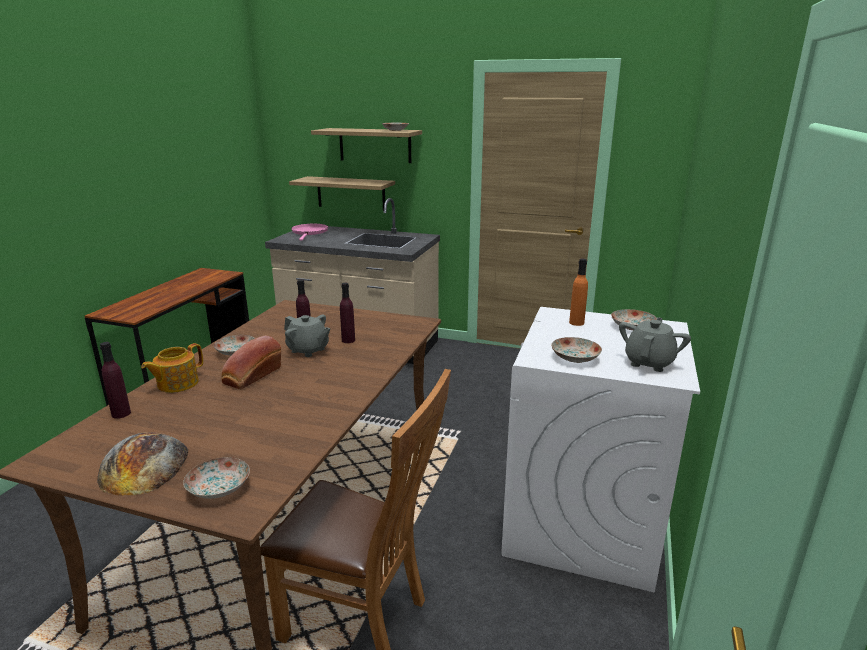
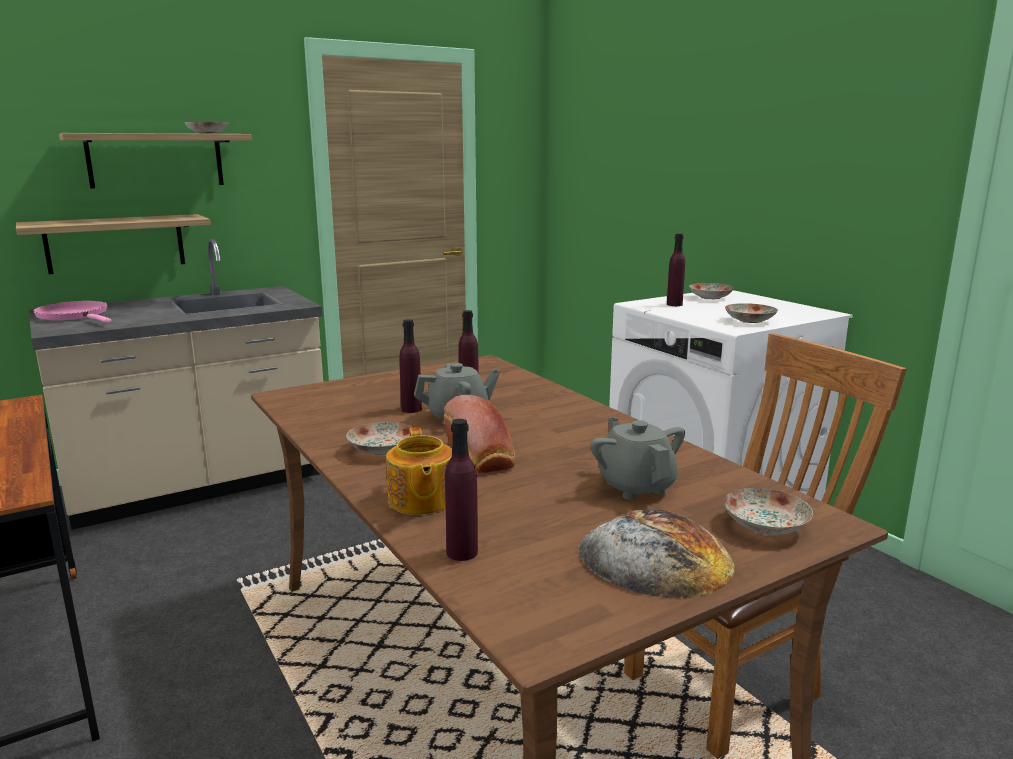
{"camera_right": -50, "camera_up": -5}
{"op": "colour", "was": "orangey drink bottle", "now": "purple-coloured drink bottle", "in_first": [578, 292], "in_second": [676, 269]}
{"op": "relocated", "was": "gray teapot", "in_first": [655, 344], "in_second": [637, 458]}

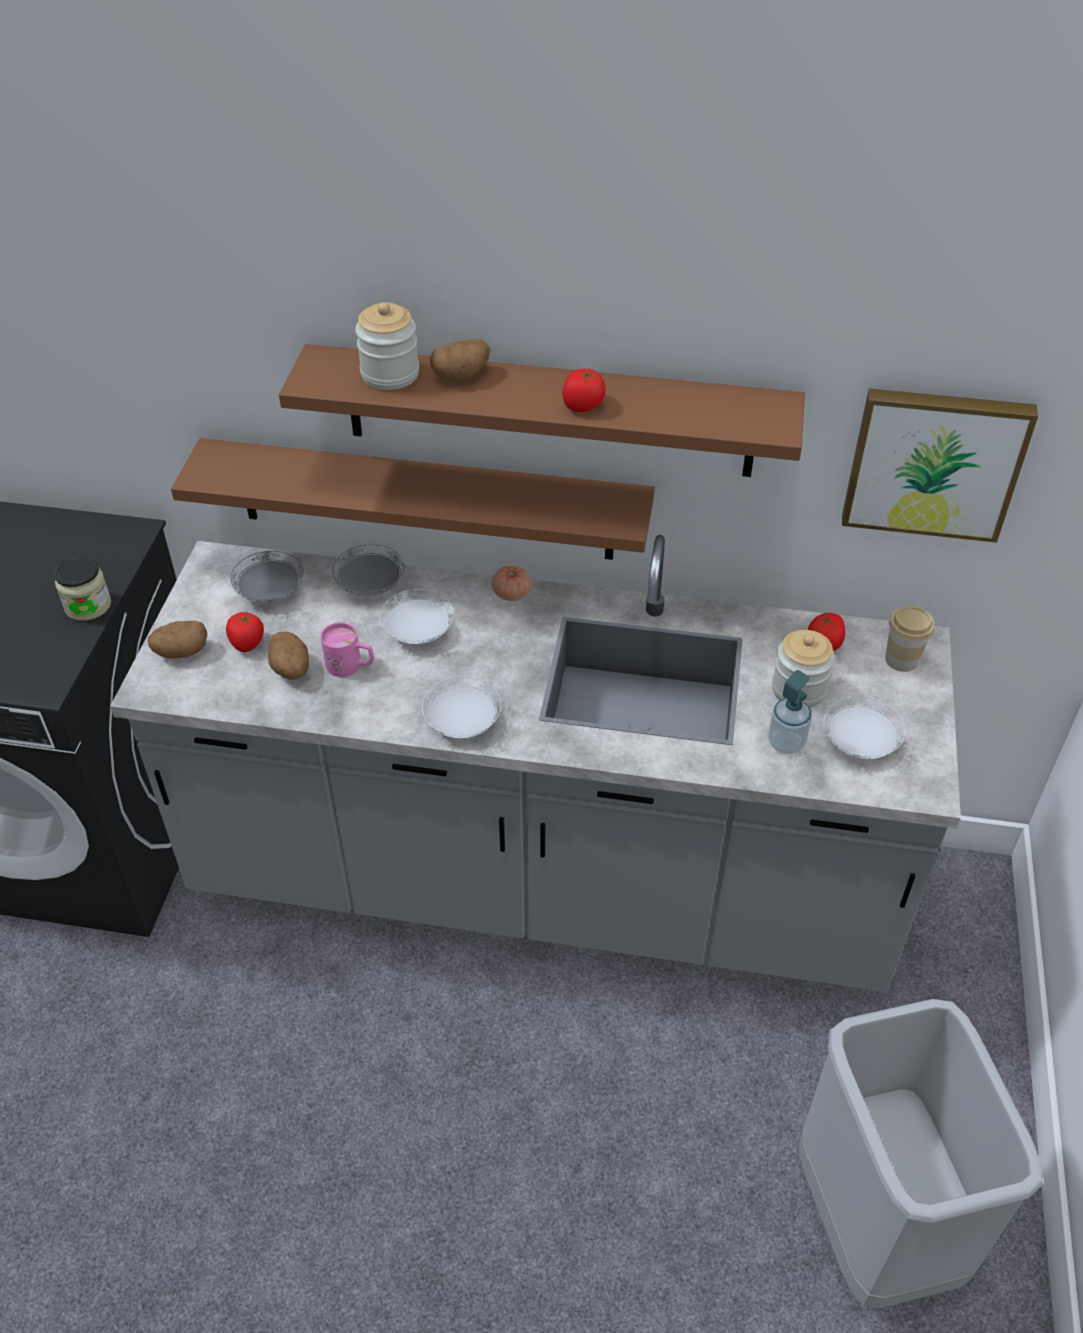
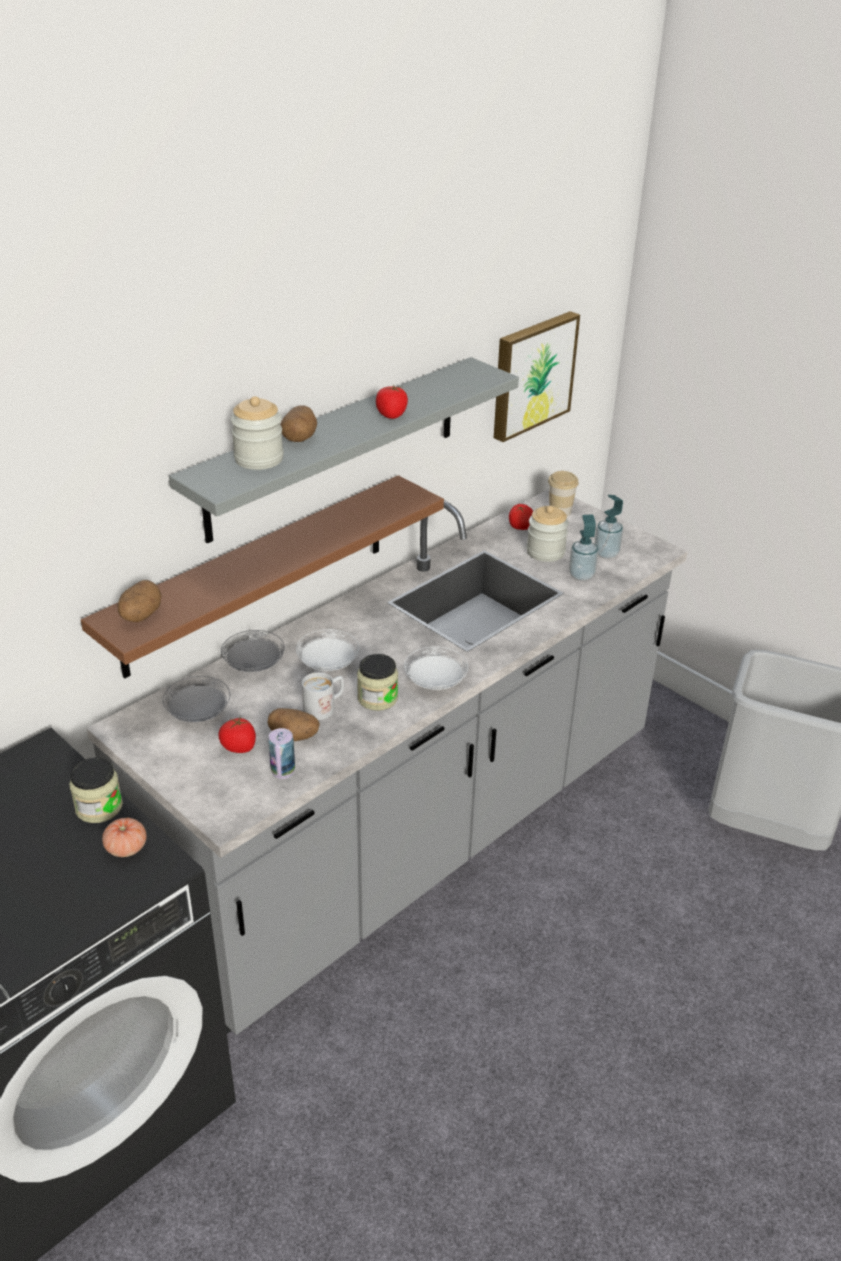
{"camera_right": -55, "camera_up": -10}
{"op": "colour", "was": "brown wall shelf", "now": "gray wall shelf", "in_first": [542, 410], "in_second": [344, 450]}
{"op": "relocated", "was": "tomato", "in_first": [511, 583], "in_second": [124, 837]}
{"op": "relocated", "was": "spud", "in_first": [177, 640], "in_second": [140, 601]}
{"op": "colour", "was": "pinkish coffee mug", "now": "white coffee mug", "in_first": [347, 649], "in_second": [323, 696]}
{"op": "exchanged", "was": "white plate", "now": "soap dispenser", "in_first": [864, 727], "in_second": [608, 527]}
{"op": "appeared", "now": "preserve jar", "in_second": [377, 682]}
{"op": "appeared", "now": "sealed can", "in_second": [281, 753]}

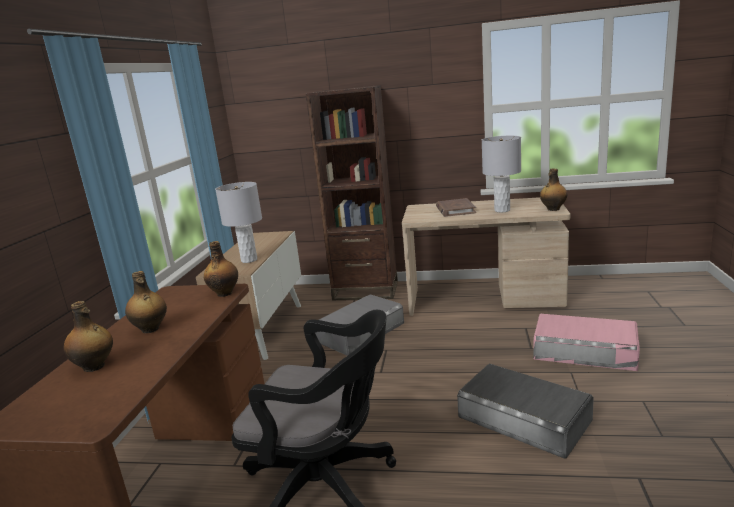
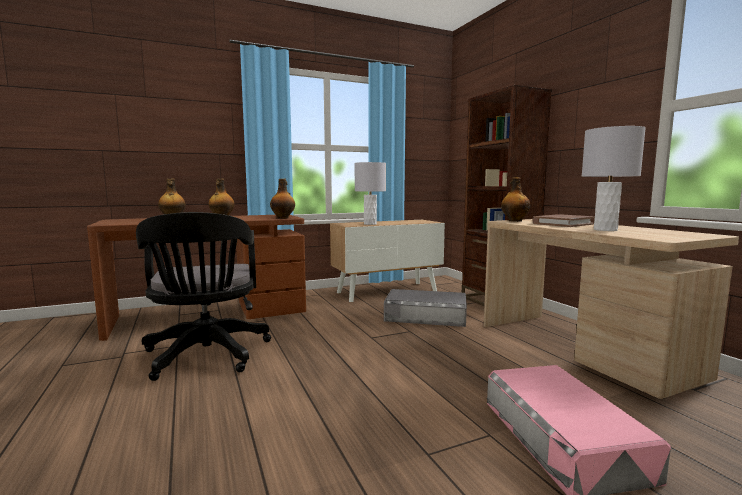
{"camera_right": 55, "camera_up": -10}
{"op": "relocated", "was": "drink bottle", "in_first": [553, 189], "in_second": [515, 199]}
{"op": "missing", "was": "gray storage box", "in_first": [525, 411]}

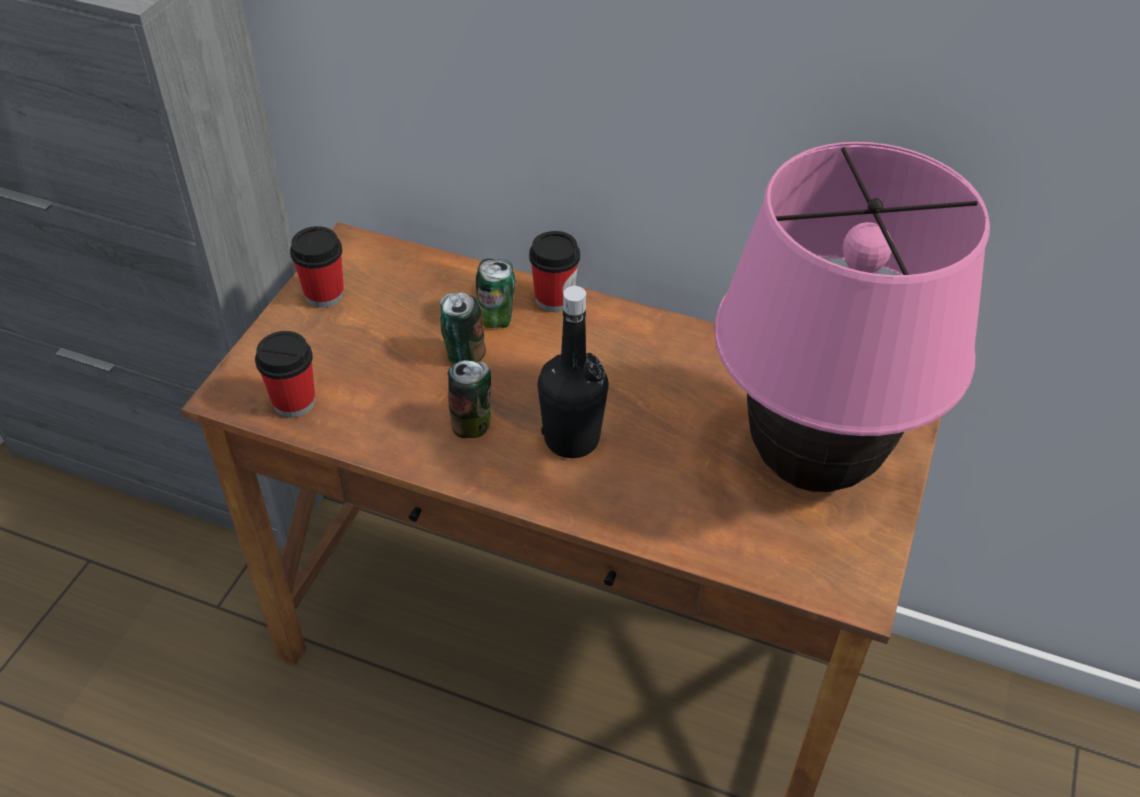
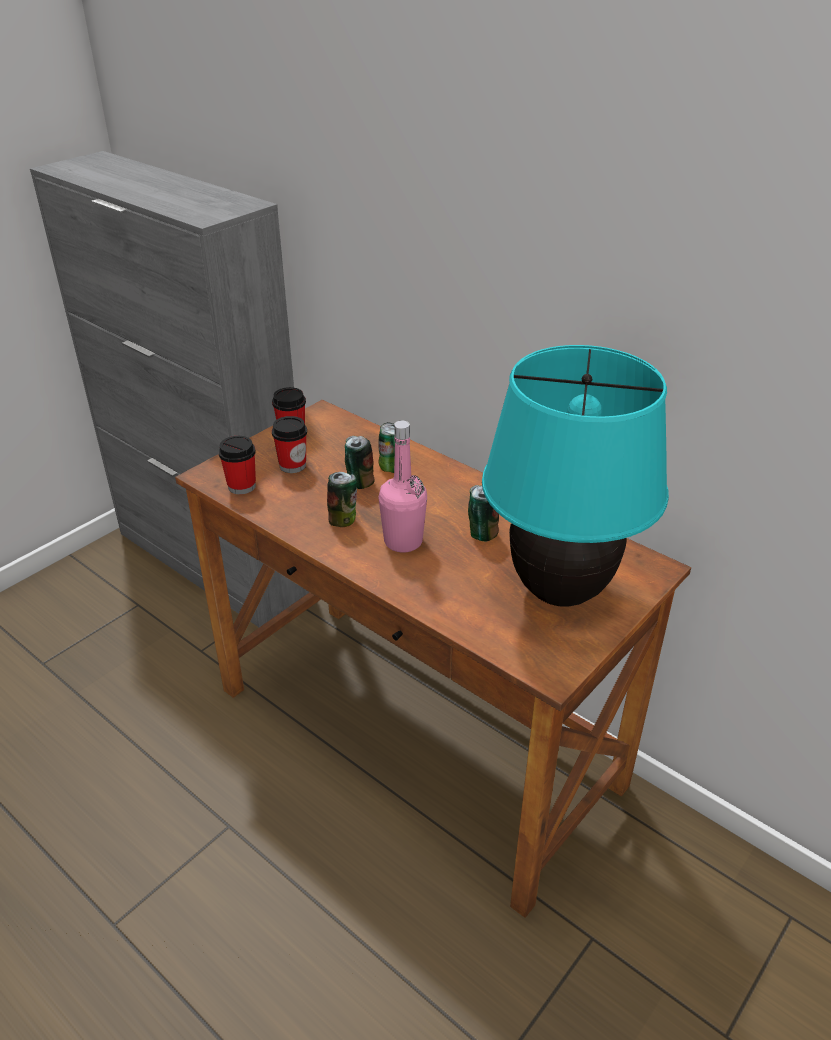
{"camera_right": 20, "camera_up": -10}
{"op": "colour", "was": "pinkish table lamp", "now": "turquoise-coloured table lamp", "in_first": [852, 317], "in_second": [575, 476]}
{"op": "relocated", "was": "drinking cup", "in_first": [554, 271], "in_second": [289, 444]}
{"op": "colour", "was": "black-coloured drink bottle", "now": "pinkish drink bottle", "in_first": [573, 372], "in_second": [403, 487]}
{"op": "appeared", "now": "sealed can", "in_second": [483, 513]}

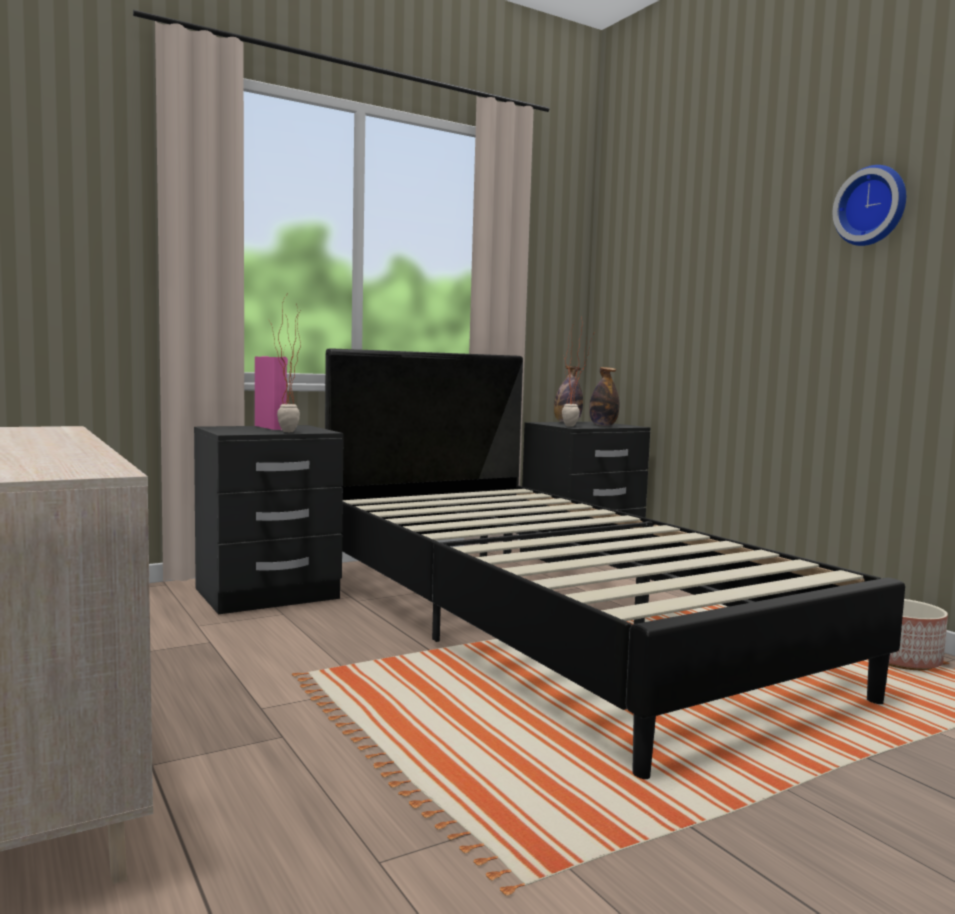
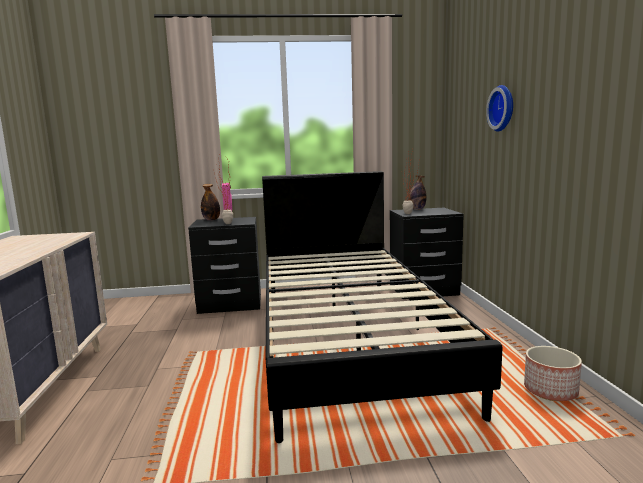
{"camera_right": 25, "camera_up": 5}
{"op": "relocated", "was": "clock on the wall", "in_first": [869, 205], "in_second": [499, 108]}
{"op": "relocated", "was": "drink bottle", "in_first": [604, 396], "in_second": [210, 202]}

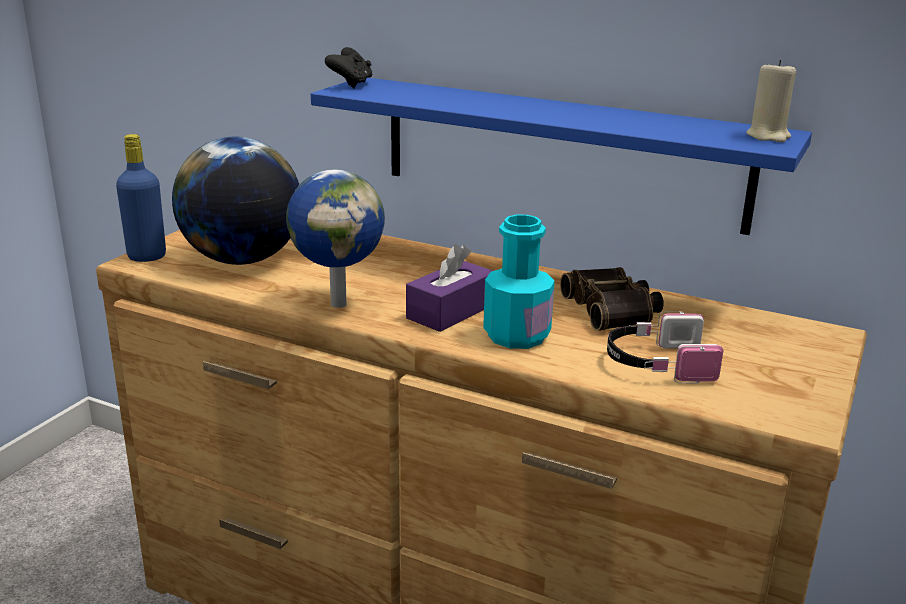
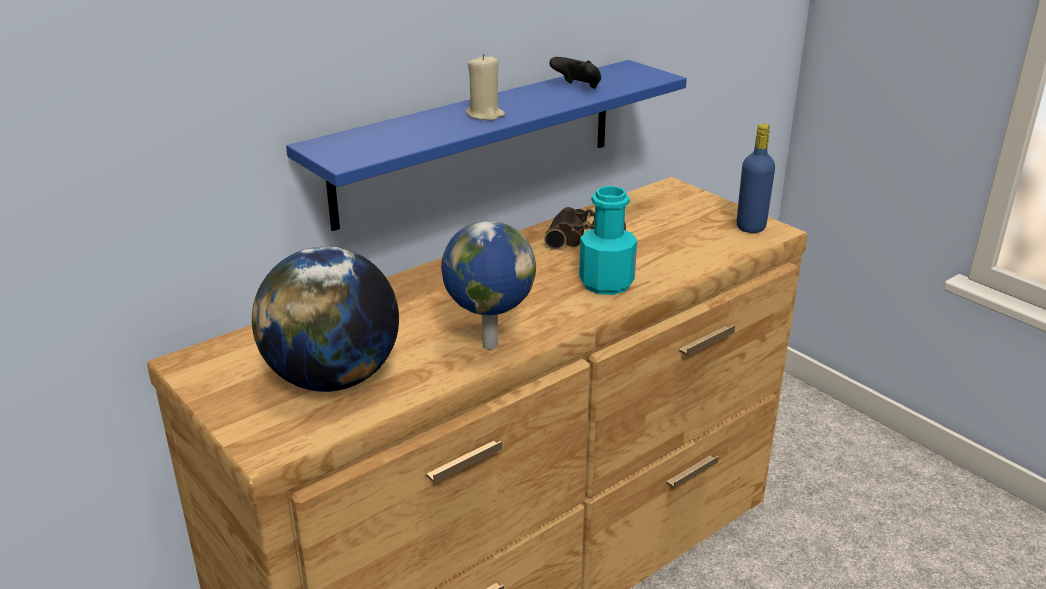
{"camera_right": -65, "camera_up": 5}
{"op": "relocated", "was": "black-coloured gamepad", "in_first": [348, 67], "in_second": [575, 73]}
{"op": "relocated", "was": "beige-coloured wax candle", "in_first": [771, 101], "in_second": [485, 87]}
{"op": "relocated", "was": "blue drink bottle", "in_first": [141, 198], "in_second": [756, 178]}
{"op": "missing", "was": "purple-coloured tissue holder", "in_first": [449, 288]}
{"op": "missing", "was": "headset", "in_first": [665, 347]}

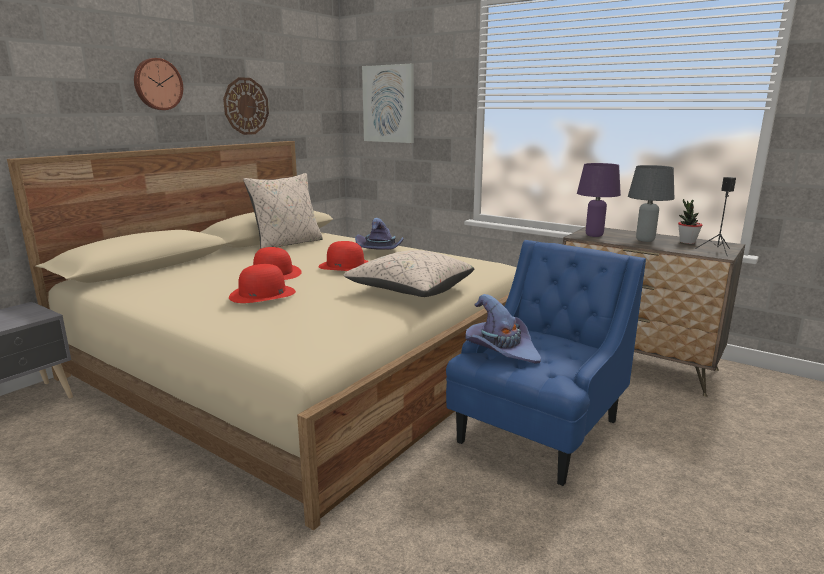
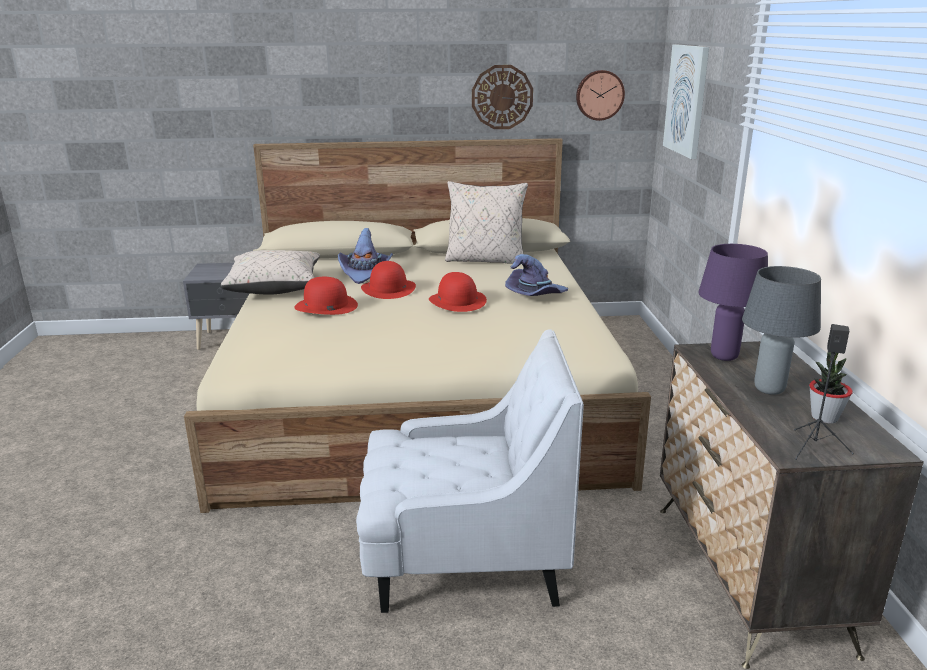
{"camera_right": 50, "camera_up": 5}
{"op": "relocated", "was": "clock on the wall", "in_first": [158, 84], "in_second": [600, 95]}
{"op": "colour", "was": "blue easy chair", "now": "white easy chair", "in_first": [546, 363], "in_second": [470, 471]}
{"op": "relocated", "was": "beige-coloured pillow", "in_first": [409, 273], "in_second": [270, 272]}
{"op": "relocated", "was": "purple-coloured clothing hat", "in_first": [503, 328], "in_second": [365, 256]}

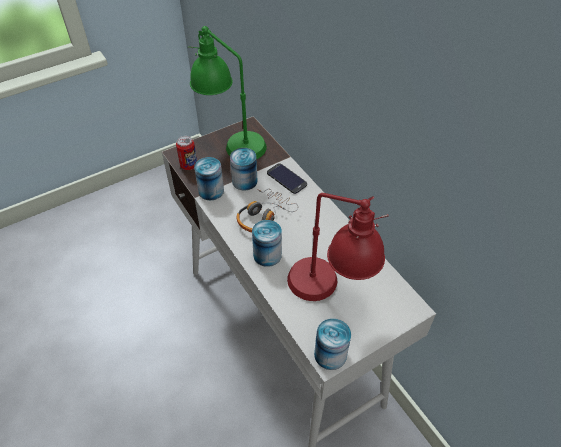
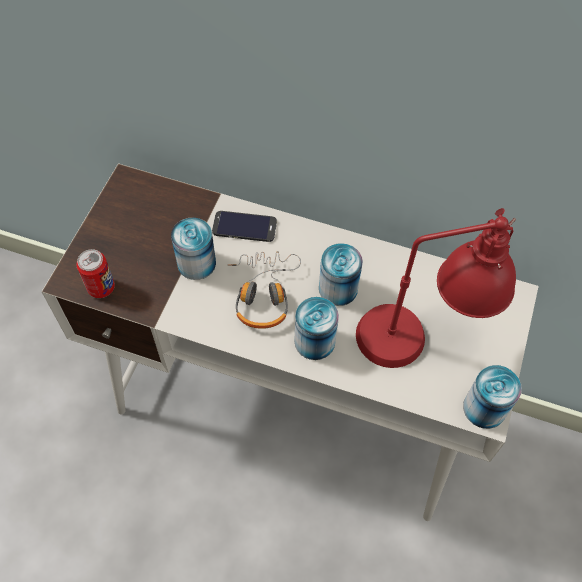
{"camera_right": -40, "camera_up": 10}
{"op": "missing", "was": "greenish table lamp", "in_first": [227, 92]}
{"op": "relocated", "was": "sealed can", "in_first": [209, 178], "in_second": [341, 274]}

